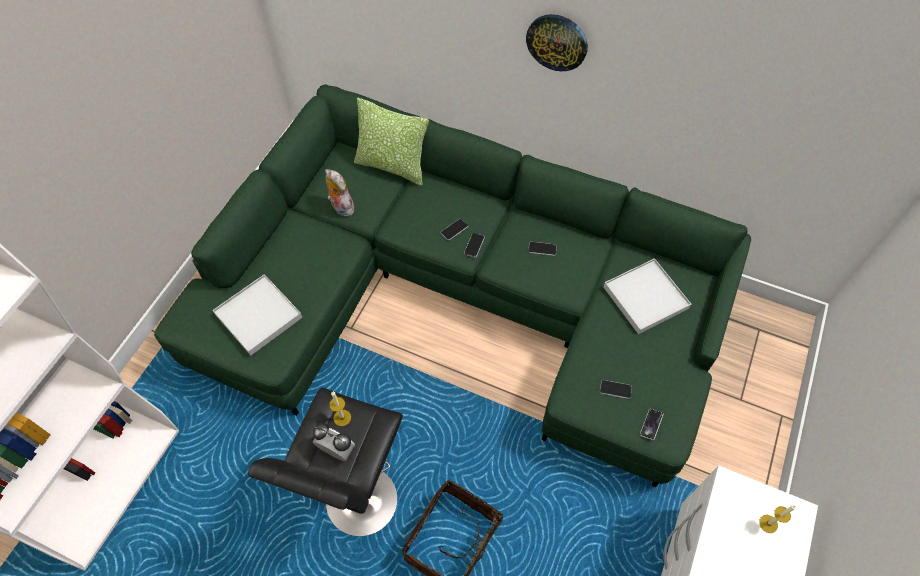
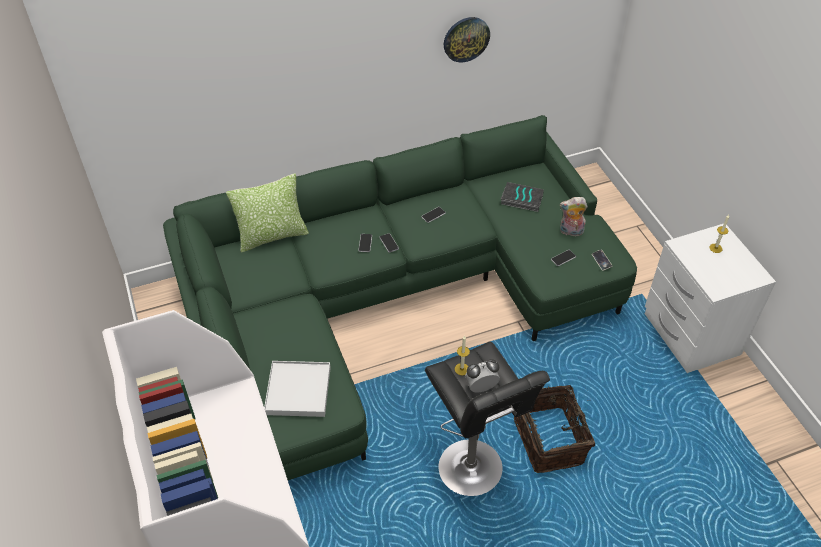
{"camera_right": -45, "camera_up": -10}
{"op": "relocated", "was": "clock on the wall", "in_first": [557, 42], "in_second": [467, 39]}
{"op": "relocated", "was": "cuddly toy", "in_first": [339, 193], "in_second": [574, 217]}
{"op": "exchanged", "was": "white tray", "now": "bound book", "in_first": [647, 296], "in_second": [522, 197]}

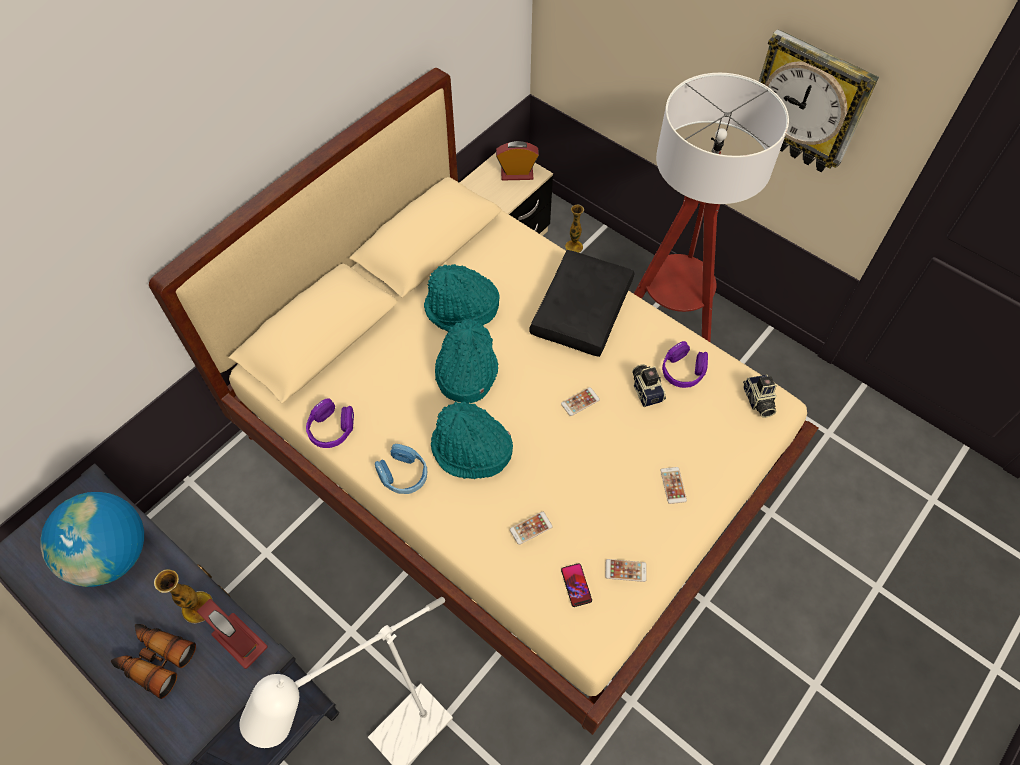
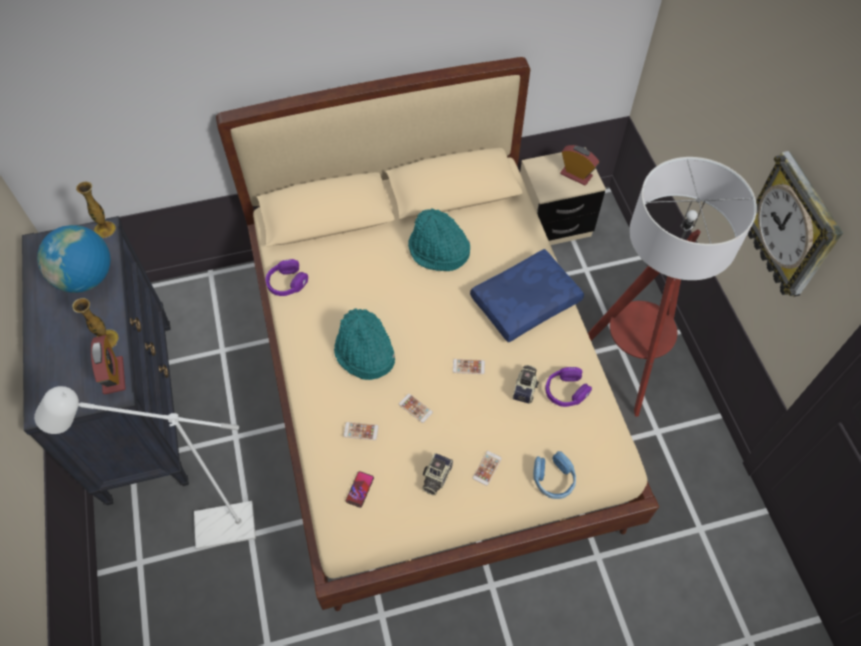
{"camera_right": 35, "camera_up": 0}
{"op": "relocated", "was": "flower vase", "in_first": [574, 229], "in_second": [96, 210]}
{"op": "colour", "was": "black-coloured pillow", "now": "blue pillow", "in_first": [582, 303], "in_second": [527, 296]}
{"op": "missing", "was": "turquoise-coloured clothing hat", "in_first": [466, 361]}
{"op": "relocated", "was": "still camera", "in_first": [760, 396], "in_second": [437, 474]}
{"op": "relocated", "was": "blue headset", "in_first": [401, 469], "in_second": [554, 475]}
{"op": "relocated", "was": "handset", "in_first": [626, 570], "in_second": [416, 408]}
{"op": "missing", "was": "field glasses", "in_first": [153, 661]}

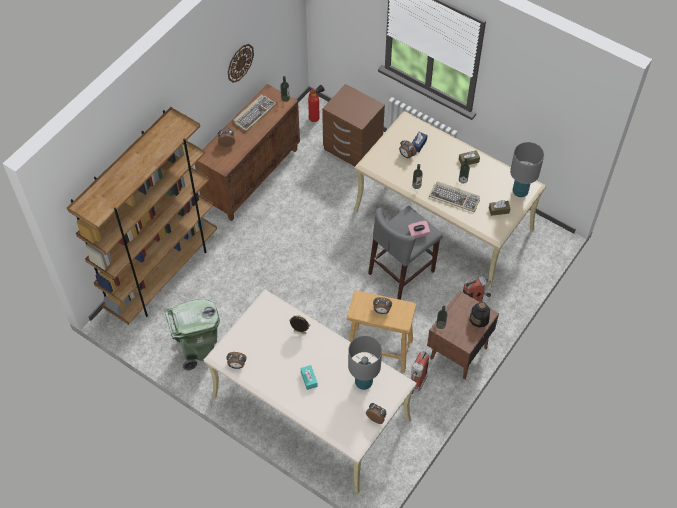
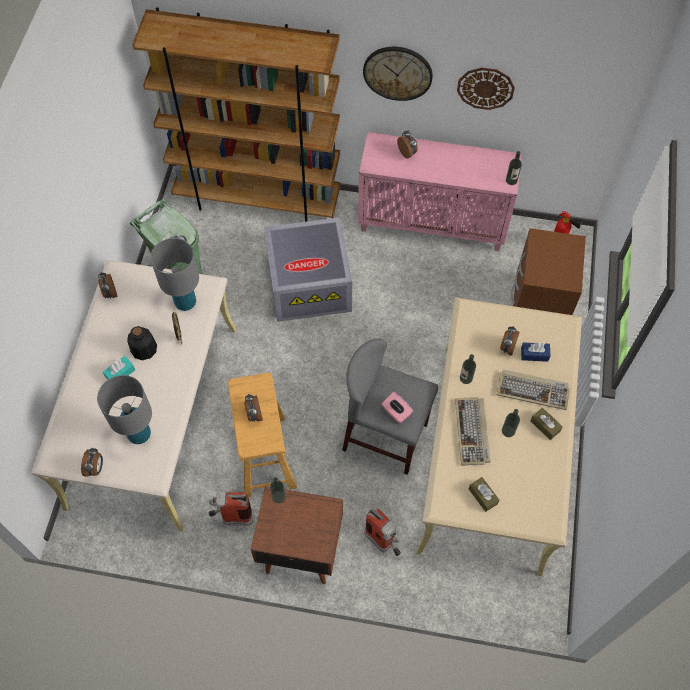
{"camera_right": 65, "camera_up": 5}
{"op": "colour", "was": "brown cabinet", "now": "pinkish cabinet", "in_first": [247, 152], "in_second": [440, 191]}
{"op": "relocated", "was": "computer keyboard", "in_first": [254, 113], "in_second": [533, 390]}
{"op": "relocated", "was": "gray table lamp", "in_first": [527, 169], "in_second": [175, 274]}
{"op": "relocated", "was": "drink bottle", "in_first": [480, 315], "in_second": [142, 343]}
{"op": "appeared", "now": "clock on the wall", "in_second": [398, 74]}
{"op": "appeared", "now": "gray storage box", "in_second": [308, 269]}

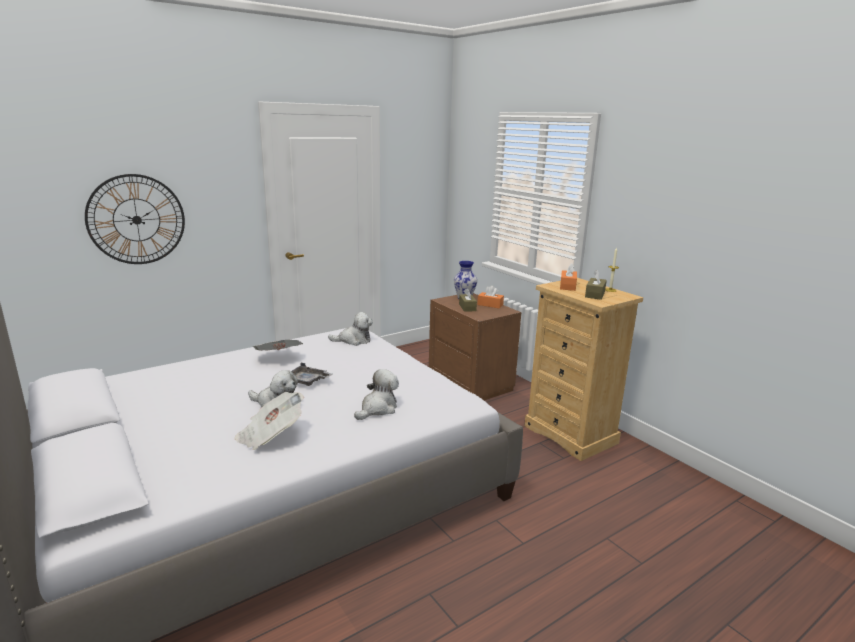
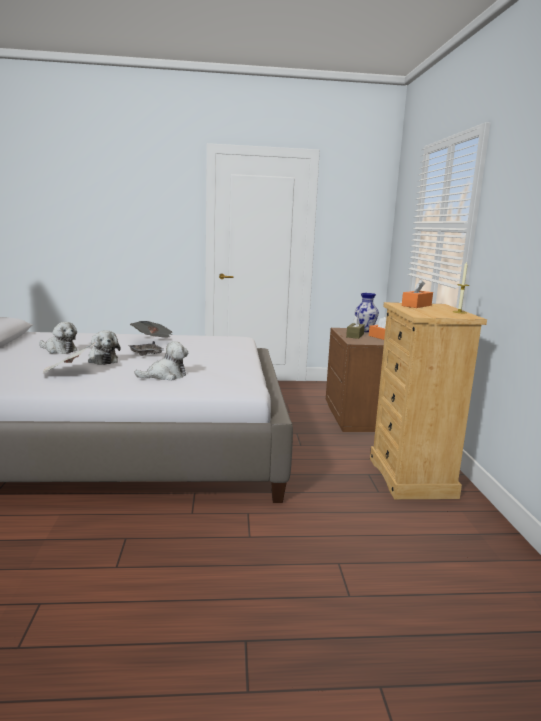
{"camera_right": 30, "camera_up": -5}
{"op": "missing", "was": "clock on the wall", "in_first": [135, 219]}
{"op": "missing", "was": "brown tissue holder", "in_first": [596, 285]}
{"op": "relocated", "was": "cuddly toy", "in_first": [350, 329], "in_second": [58, 338]}

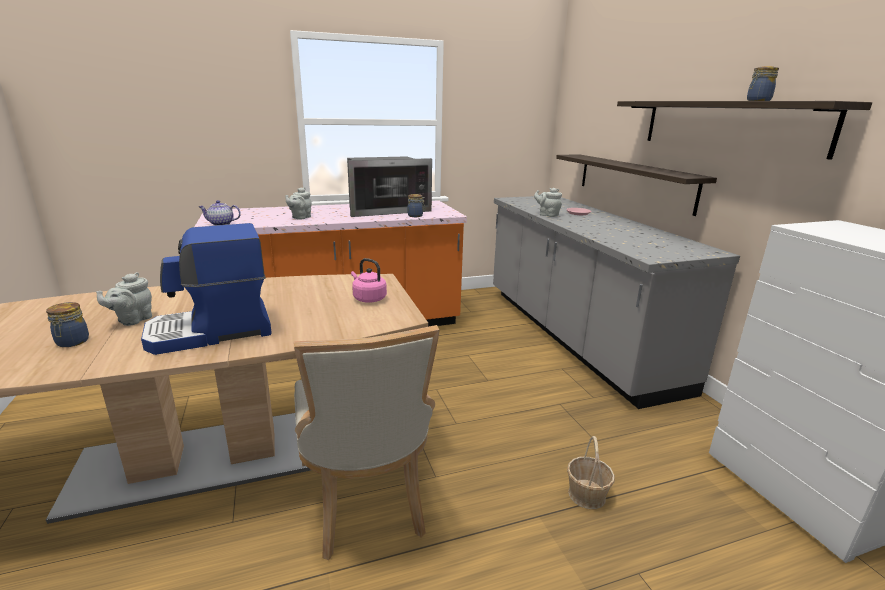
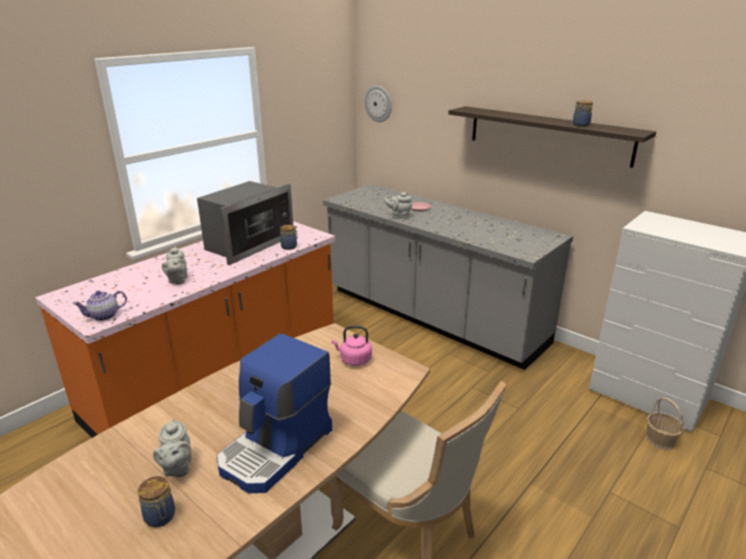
{"camera_right": -30, "camera_up": 5}
{"op": "missing", "was": "wall shelf", "in_first": [636, 185]}
{"op": "relocated", "was": "storage basket", "in_first": [591, 472], "in_second": [665, 424]}
{"op": "appeared", "now": "clock on the wall", "in_second": [378, 103]}

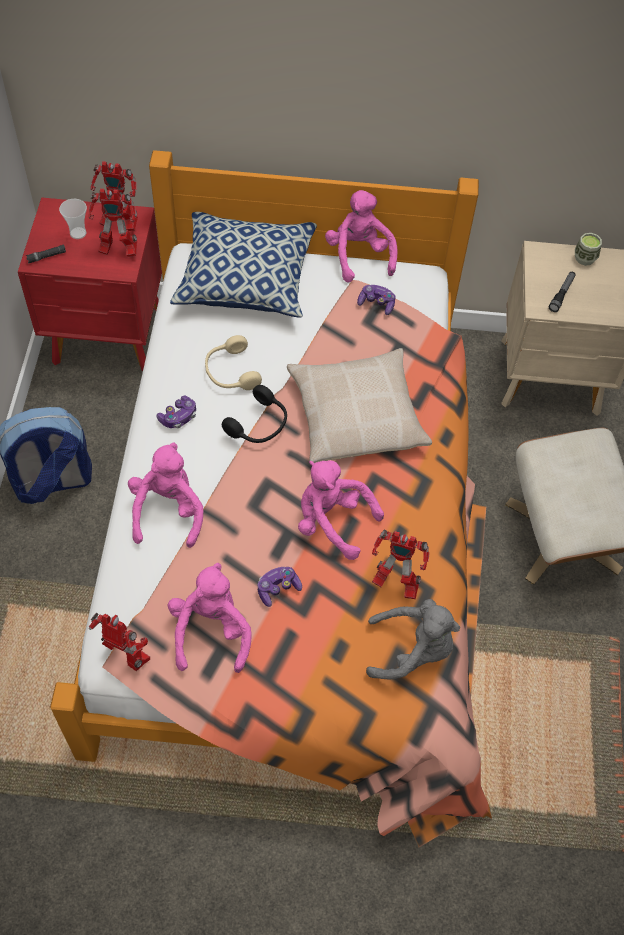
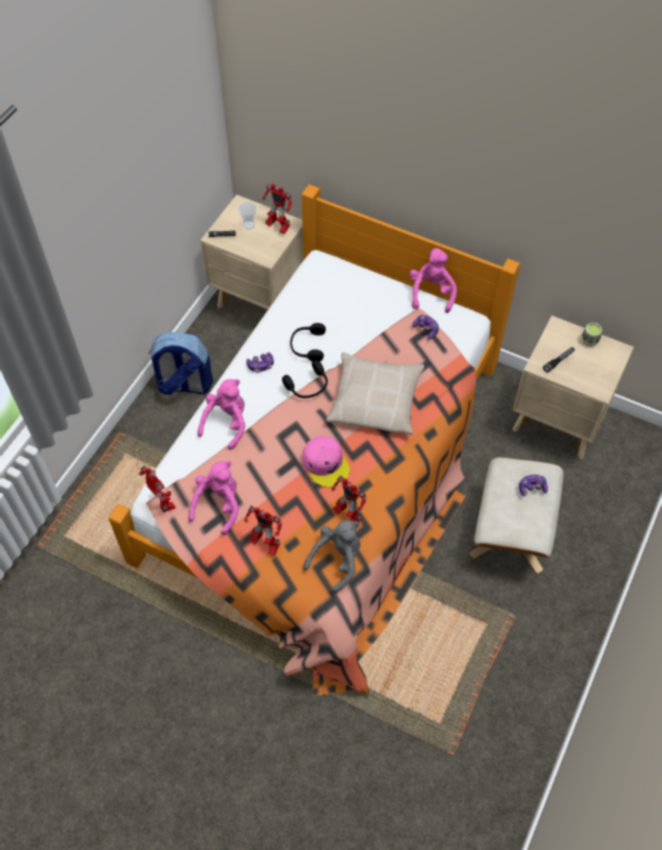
{"camera_right": 25, "camera_up": 0}
{"op": "relocated", "was": "toy robot", "in_first": [113, 223], "in_second": [263, 530]}
{"op": "colour", "was": "reddish night table", "now": "beige-coloured night table", "in_first": [90, 284], "in_second": [252, 252]}
{"op": "missing", "was": "pillow", "in_first": [243, 265]}
{"op": "colour", "was": "beige-coloured headset", "now": "black-coloured headset", "in_first": [233, 362], "in_second": [308, 342]}
{"op": "exchanged", "was": "pinkish cuddly toy", "now": "pinkish cap", "in_first": [341, 510], "in_second": [326, 461]}
{"op": "relocated", "was": "gamepad", "in_first": [279, 587], "in_second": [533, 485]}
{"op": "spun", "was": "gray cuddly toy", "in_first": [413, 639], "in_second": [331, 557], "clockwise": -75}

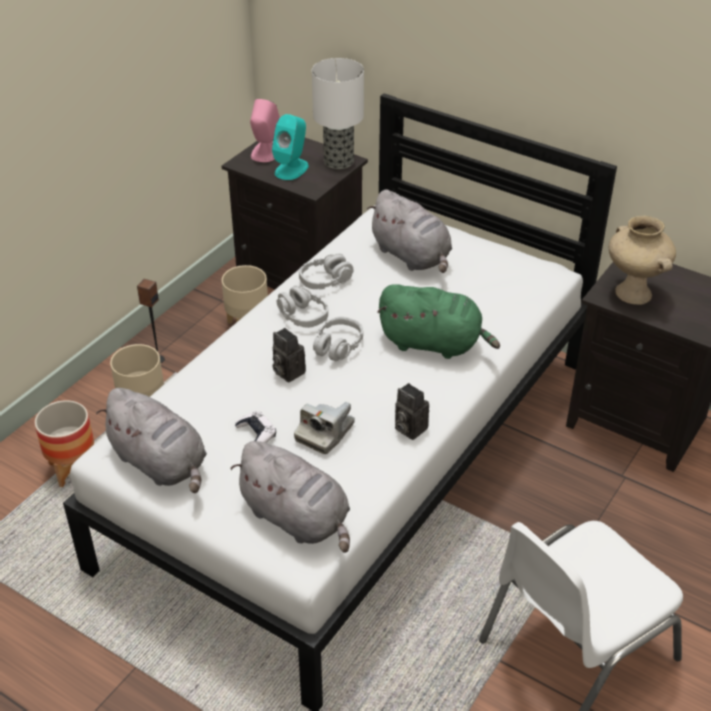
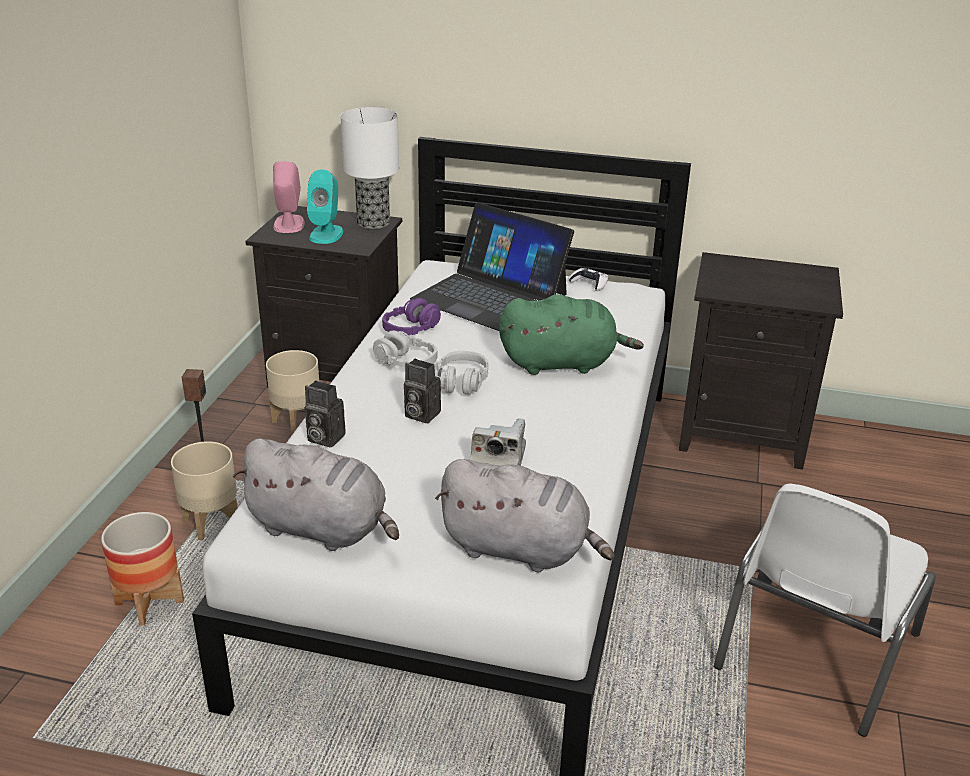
{"camera_right": -20, "camera_up": -10}
{"op": "exchanged", "was": "gray cuddly toy", "now": "notebook computer", "in_first": [409, 231], "in_second": [492, 266]}
{"op": "missing", "was": "beige-coloured flower vase", "in_first": [642, 260]}
{"op": "colour", "was": "gray headset", "now": "purple-coloured headset", "in_first": [326, 271], "in_second": [411, 317]}
{"op": "relocated", "was": "still camera", "in_first": [412, 411], "in_second": [325, 414]}
{"op": "relocated", "was": "white gamepad", "in_first": [255, 427], "in_second": [588, 279]}

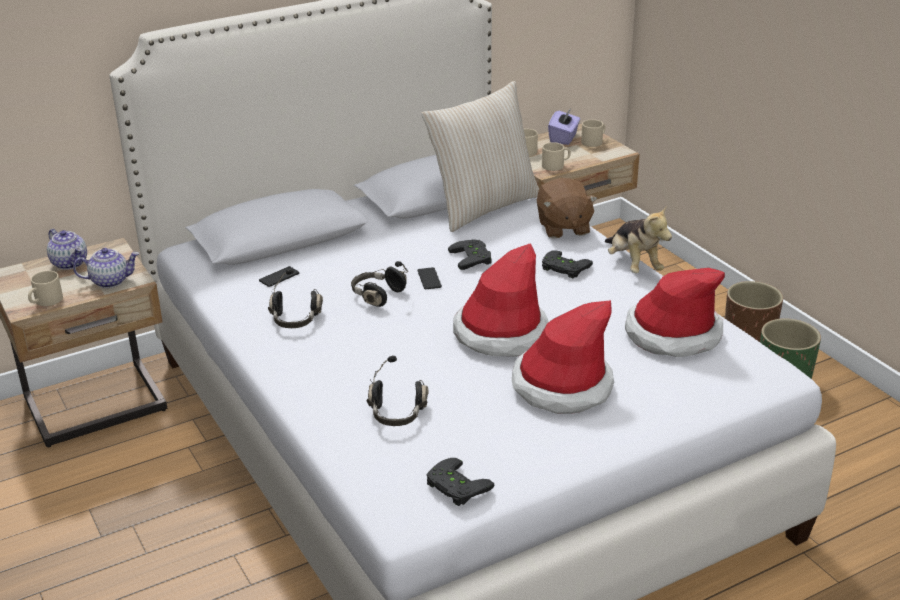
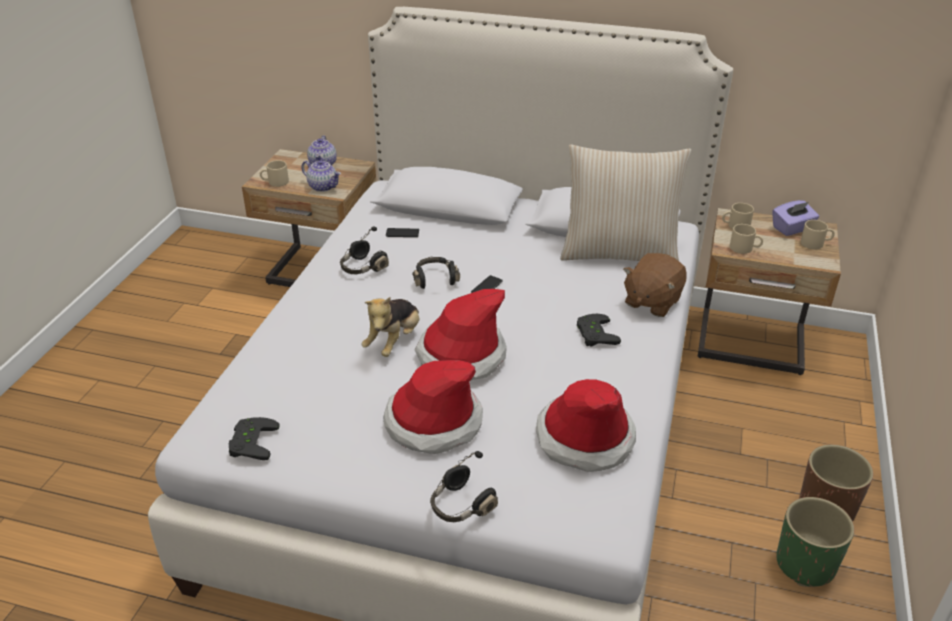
{"camera_right": 45, "camera_up": 5}
{"op": "relocated", "was": "cuddly toy", "in_first": [638, 239], "in_second": [390, 327]}
{"op": "missing", "was": "black-coloured gamepad", "in_first": [470, 254]}
{"op": "relocated", "was": "black-coloured headset", "in_first": [398, 391], "in_second": [464, 486]}

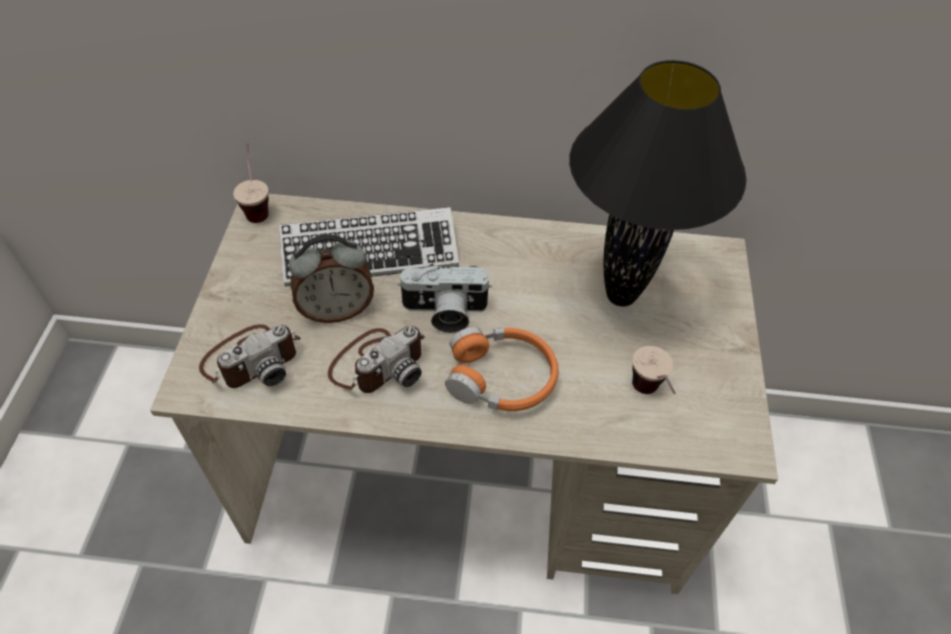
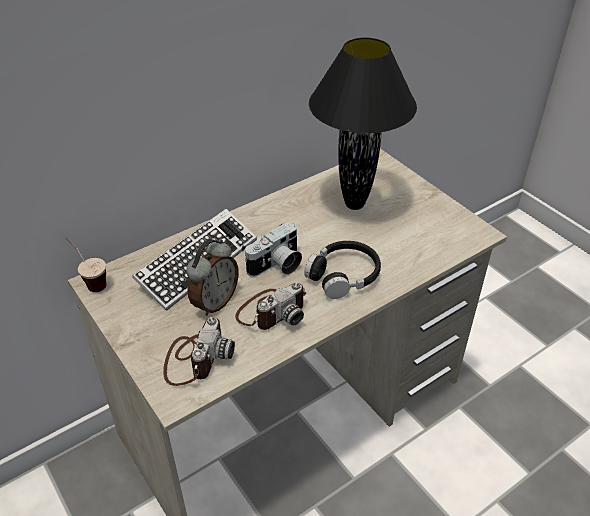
{"camera_right": -40, "camera_up": -10}
{"op": "spun", "was": "still camera", "in_first": [376, 359], "in_second": [270, 306], "clockwise": 45}
{"op": "colour", "was": "orangey headset", "now": "black-coloured headset", "in_first": [502, 369], "in_second": [342, 270]}
{"op": "missing", "was": "drinking cup", "in_first": [654, 370]}

